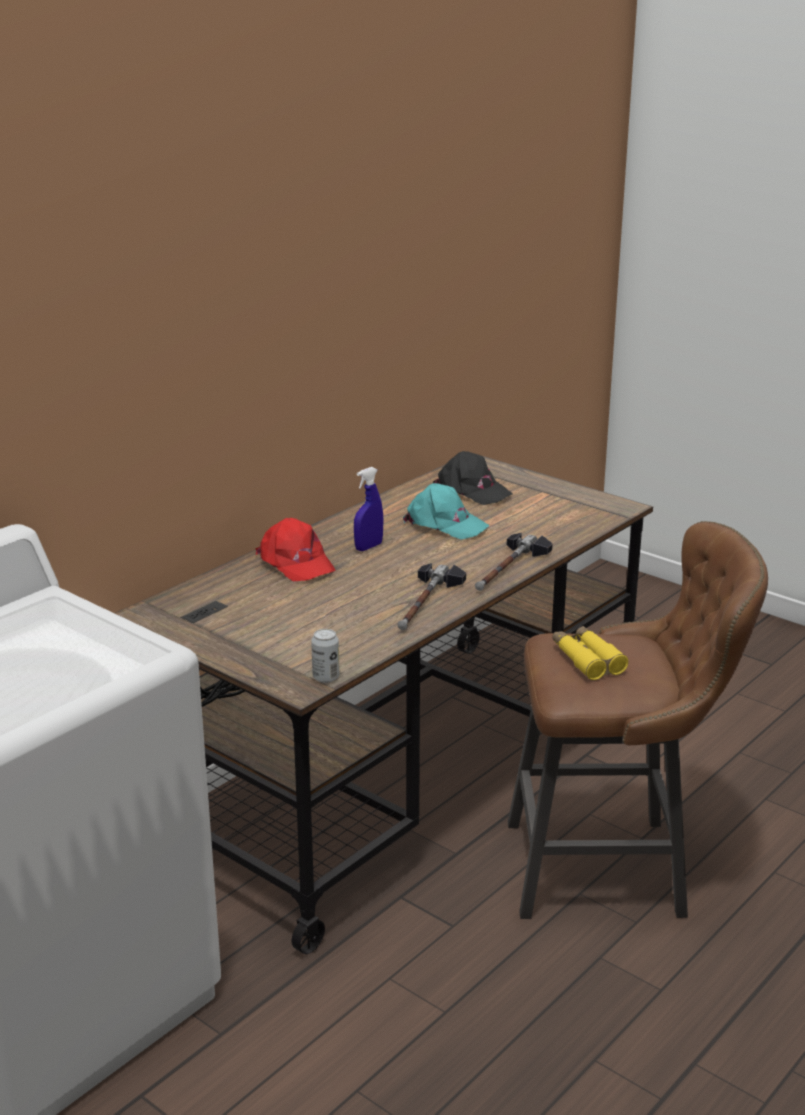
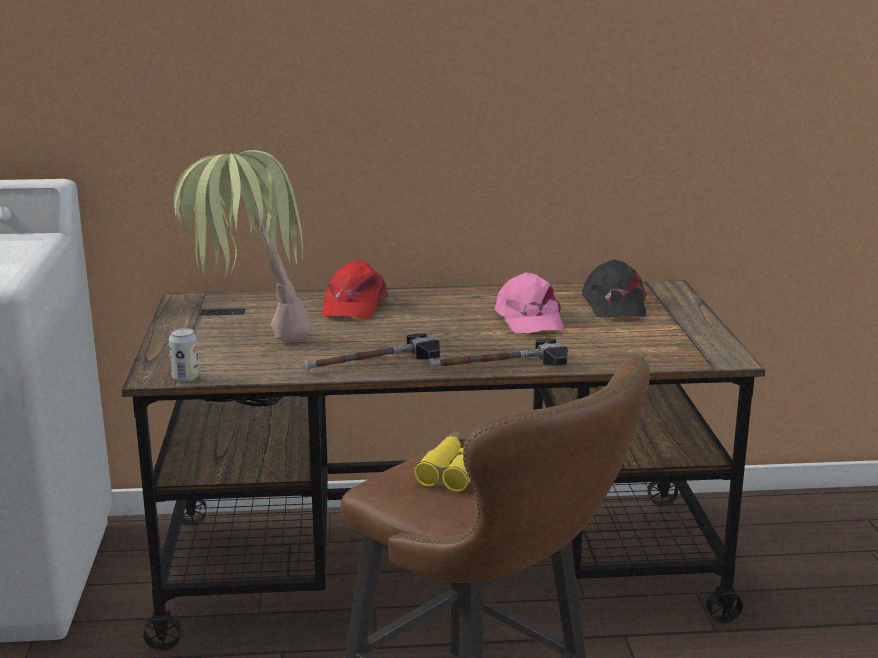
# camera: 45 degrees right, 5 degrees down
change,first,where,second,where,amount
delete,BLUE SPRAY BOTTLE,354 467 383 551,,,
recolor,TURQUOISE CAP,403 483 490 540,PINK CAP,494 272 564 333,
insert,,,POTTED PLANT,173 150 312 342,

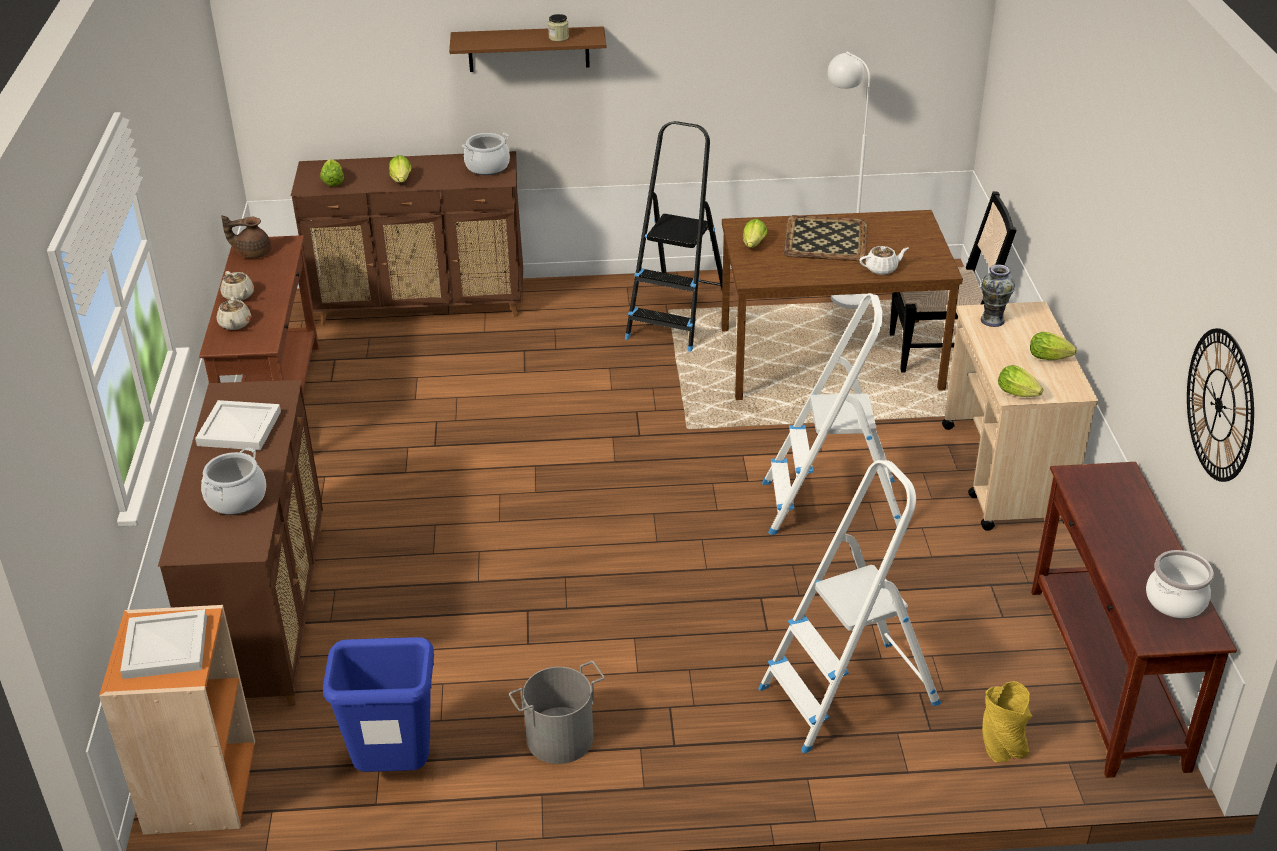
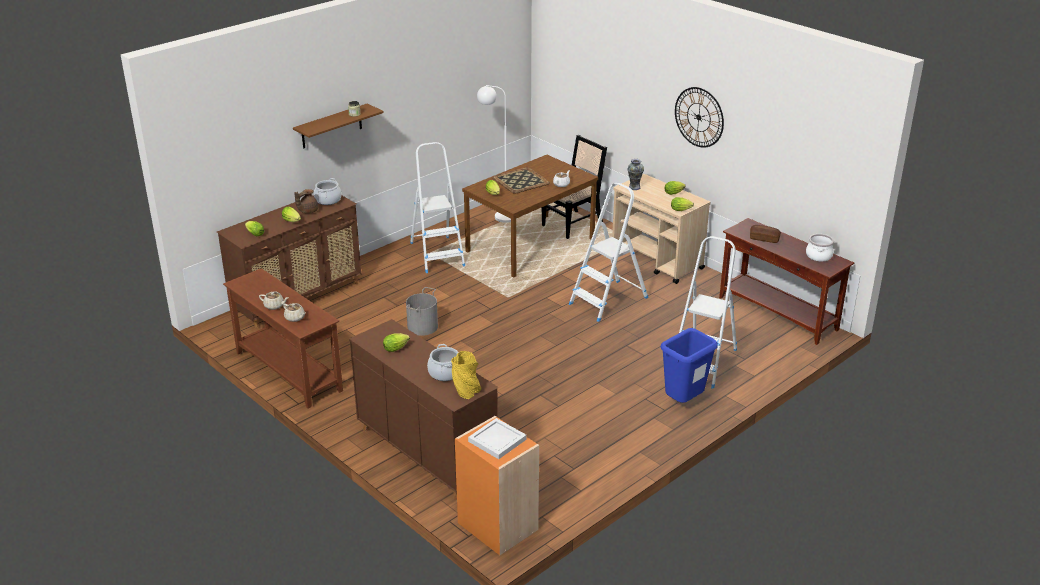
# camera: 40 degrees left, 5 degrees down
change,first,where,second,where,amount
recolor,BLACK STEP LADDER,625 121 723 352,WHITE STEP LADDER,410 142 465 273,
move,BROWN TEAPOT,221 215 271 258,,294 189 318 213,
move,WALL CLOCK,1187 328 1254 482,,675 87 724 148,
replace,WHITE TRAY,195 400 281 450,LETTUCE,383 333 410 352,
move,BLUE TRASH CAN,323 637 434 772,,661 328 718 403,
move,GREY BUCKET,509 661 605 764,,406 287 438 336,
move,YELLOW VASE,982 681 1033 762,,451 351 481 399,
insert,,,BREAD,750 225 781 243,

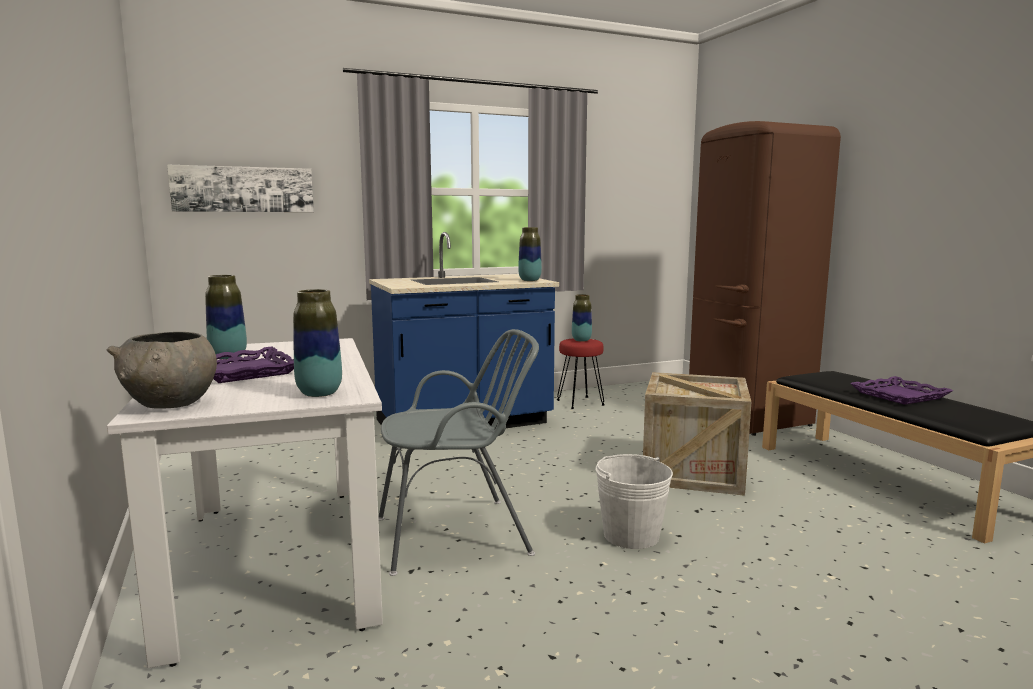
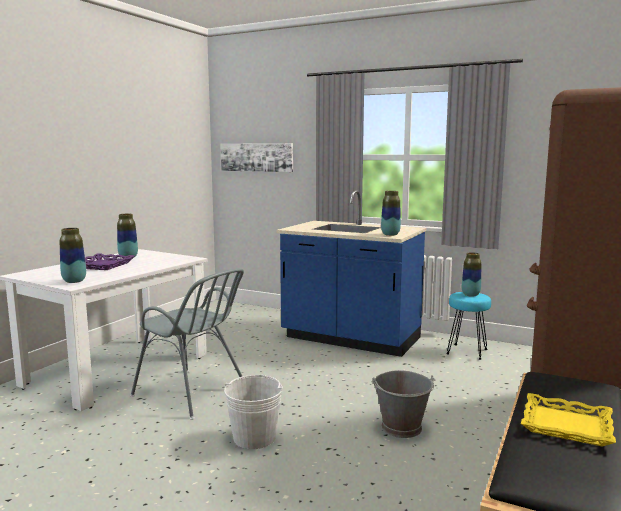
# camera: 50 degrees right, 0 degrees up
change,first,where,second,where,amount
delete,GREY BOWL,107 332 217 409,,,
recolor,RED STOOL,557 338 604 409,TURQUOISE STOOL,446 292 491 360,
replace,CRATE,643 372 751 496,GREY BUCKET,372 370 436 438,
recolor,PURPLE TRAY,850 376 953 405,YELLOW TRAY,521 393 616 447,

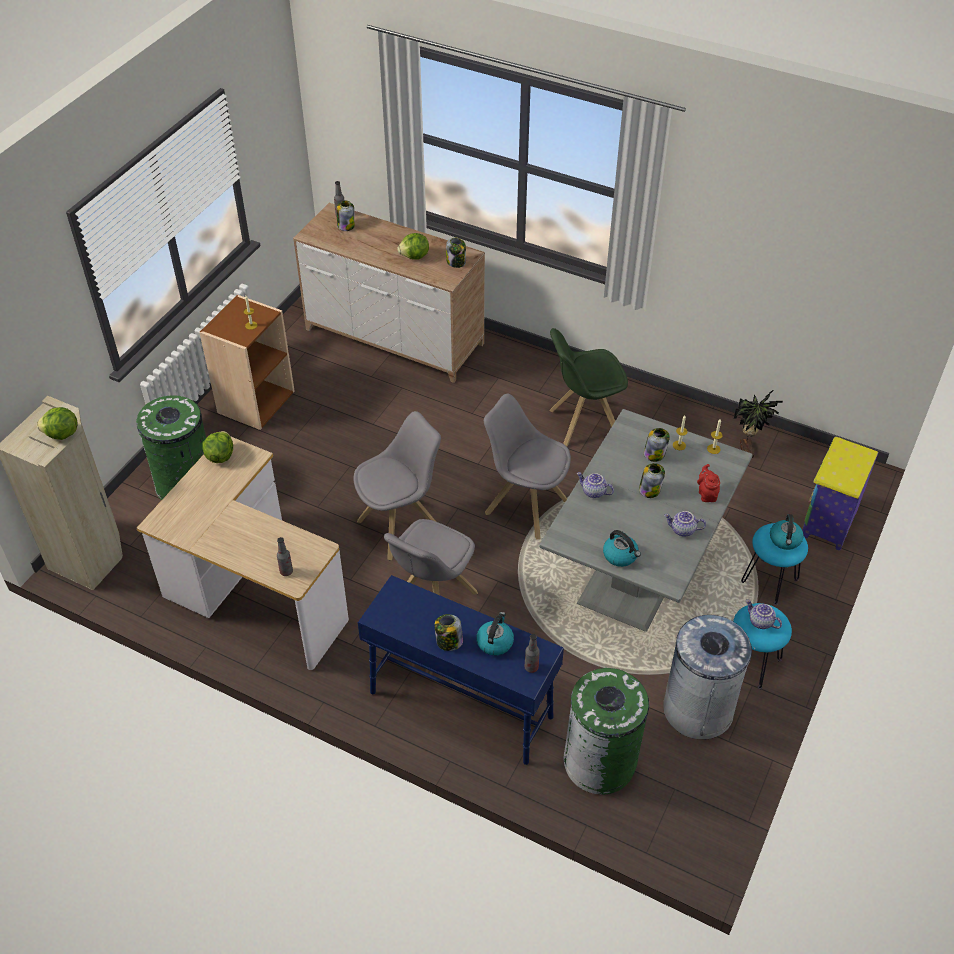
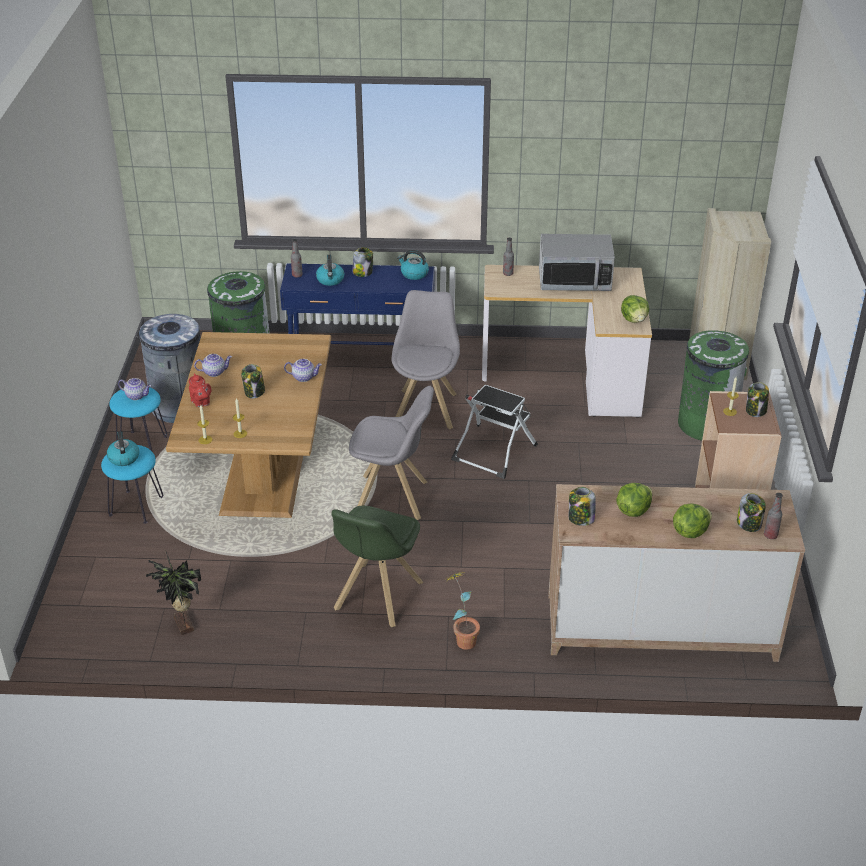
# camera: 155 degrees right, 10 degrees down
change,first,where,second,where,amount
rotate,GREEN CHAIR,549 328 628 447,,331 506 423 627,150 degrees clockwise
move,LETTUCE,37 407 78 440,,673 504 712 538,
recolor,GREY DINING TABLE,539 409 752 632,BROWN DINING TABLE,166 332 331 518,
replace,GREY CHAIR,354 411 441 560,STEP LADDER,451 385 538 479,
move,JAR,644 428 670 462,,746 382 769 417,
delete,NIGHTSTAND,802 437 879 551,,,
move,KETTLE,603 530 641 567,,397 250 429 280,
insert,,,MICROWAVE,539 234 615 291,
insert,,,POTTED PLANT,447 572 480 650,

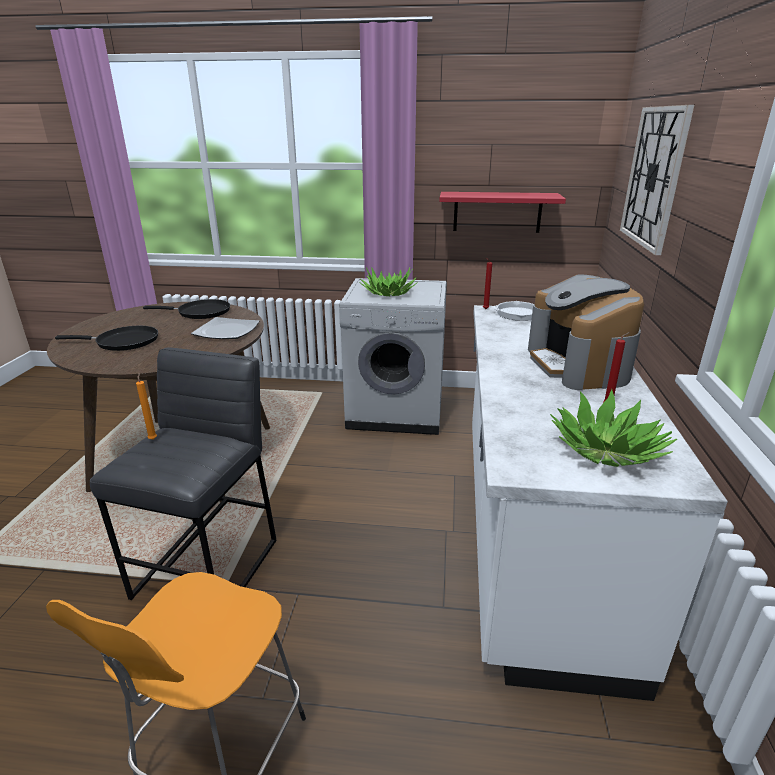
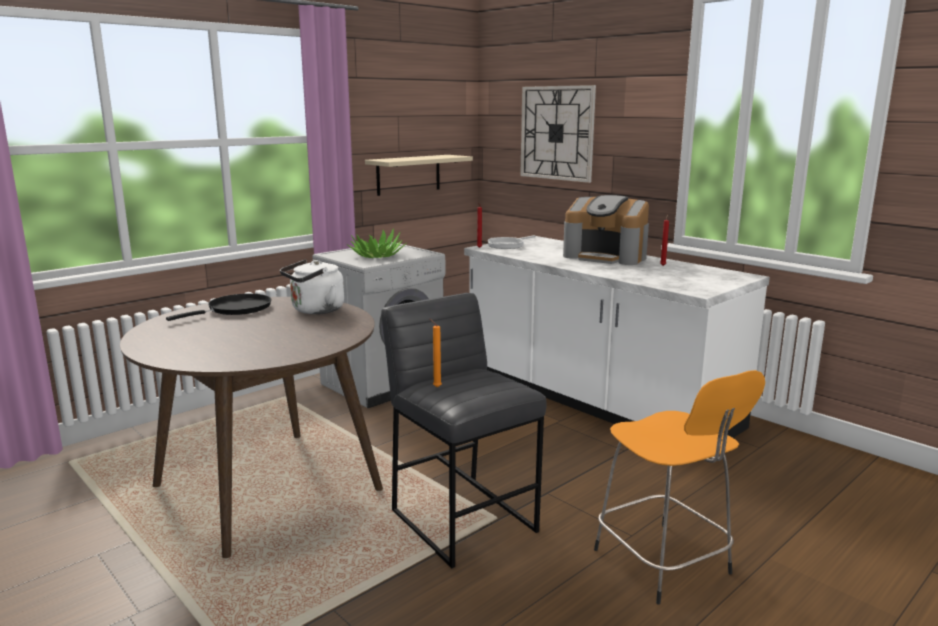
# camera: 50 degrees left, 10 degrees down
change,first,where,second,where,amount
recolor,RED SHELF,439 192 566 233,BEIGE SHELF,365 155 473 196,
replace,PLATE,191 317 260 339,WHITE KETTLE,280 259 344 314,
delete,BLACK FRYING PAN,55 326 158 351,,,
delete,POTTED PLANT,550 389 677 467,,,

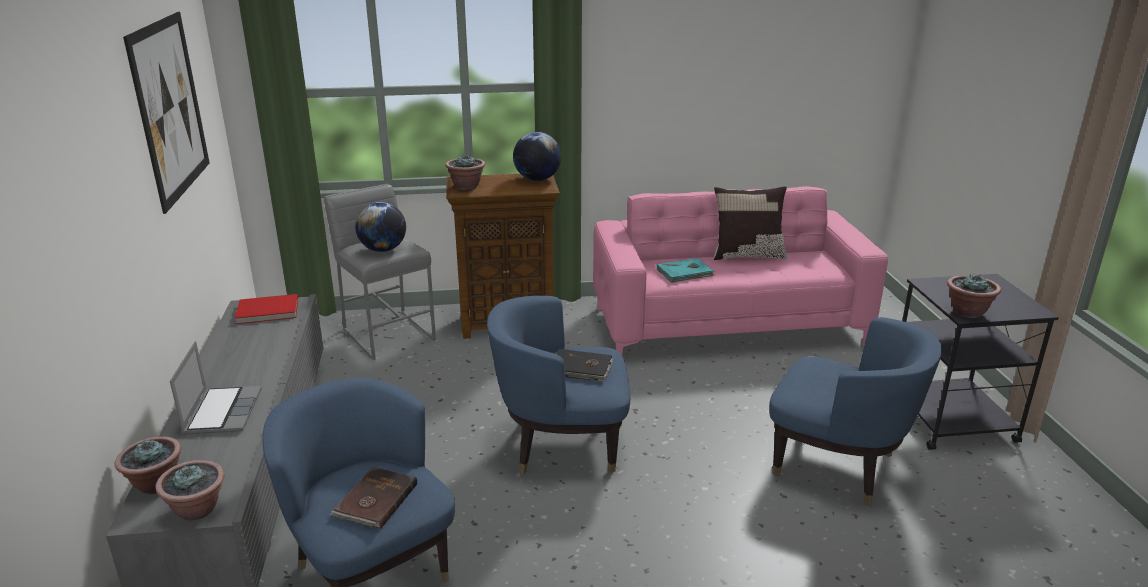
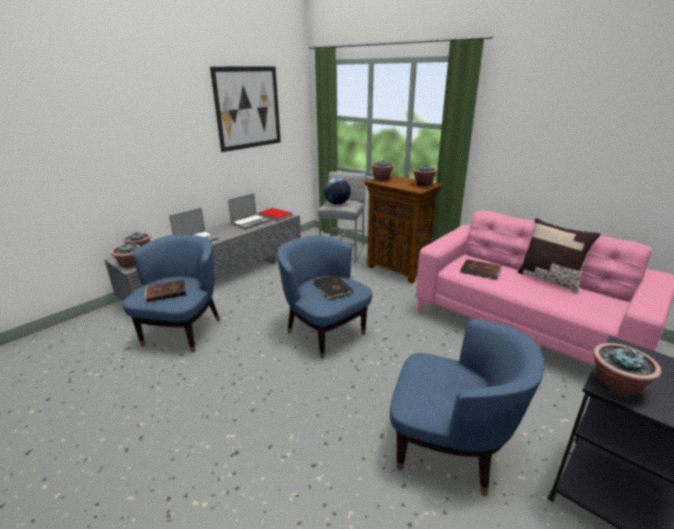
# camera: 50 degrees right, 0 degrees up
change,first,where,second,where,amount
replace,GLOBE,513 132 561 181,POTTED PLANT,412 164 438 186,
recolor,TURQUOISE BOOK,657 258 715 283,BROWN BOOK,460 259 502 280,
rotate,BLUE ARMCHAIR,769 317 942 506,,390 319 544 496,60 degrees counterclockwise
insert,,,LAPTOP,228 193 270 229,

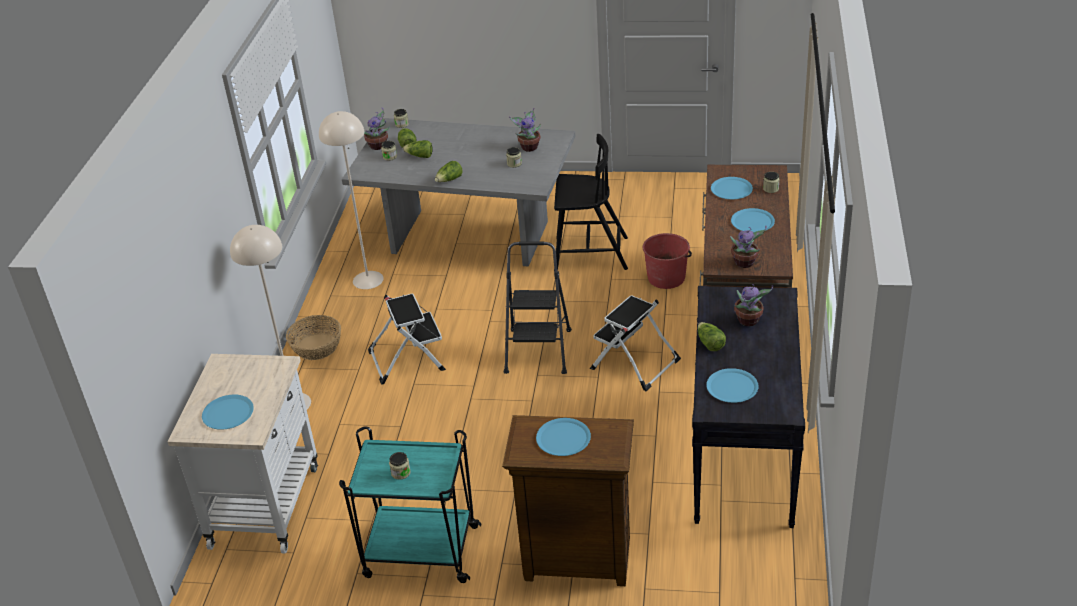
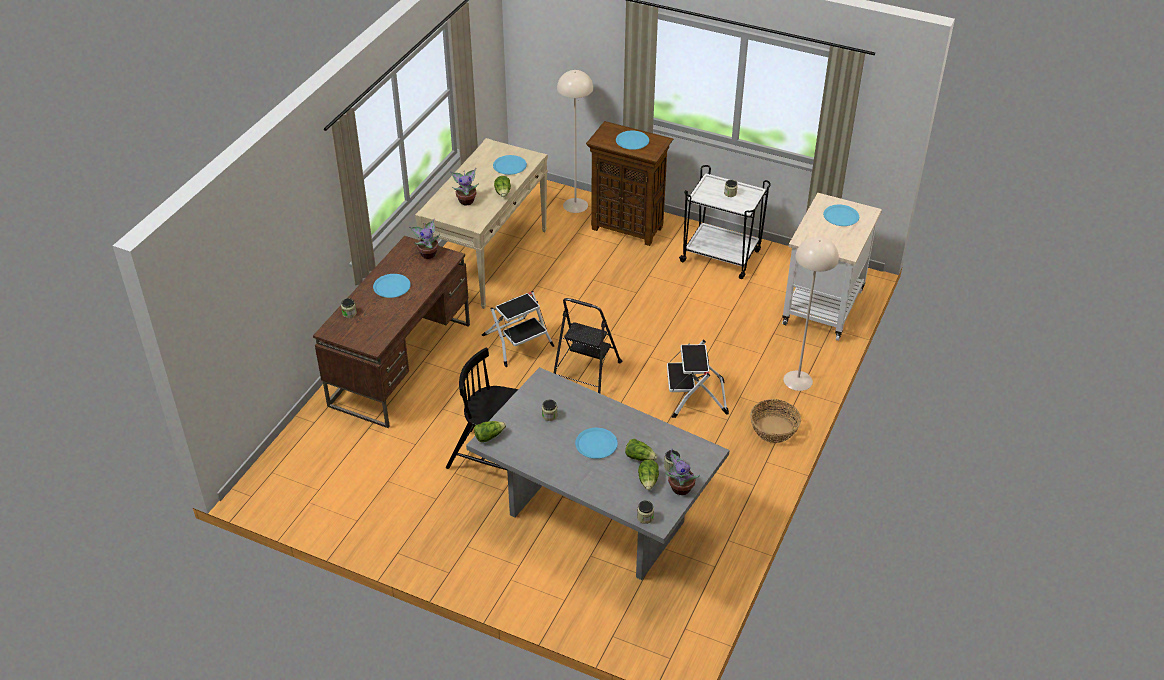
# camera: 165 degrees left, 5 degrees up
change,first,where,second,where,amount
delete,POTTED PLANT,509 108 541 152,,,
move,BEIGE FLOOR LAMP,319 111 384 289,,557 70 593 213,
move,LETTUCE,435 161 463 182,,474 421 506 442,
move,BLUE PLATE,711 177 753 199,,575 428 618 459,
delete,RED BUCKET,643 233 692 289,,,
recolor,BLACK CONSOLE TABLE,692 286 805 528,BEIGE CONSOLE TABLE,415 138 548 309,
recolor,TURQUOISE CART,339 426 481 583,WHITE CART,678 165 771 279,

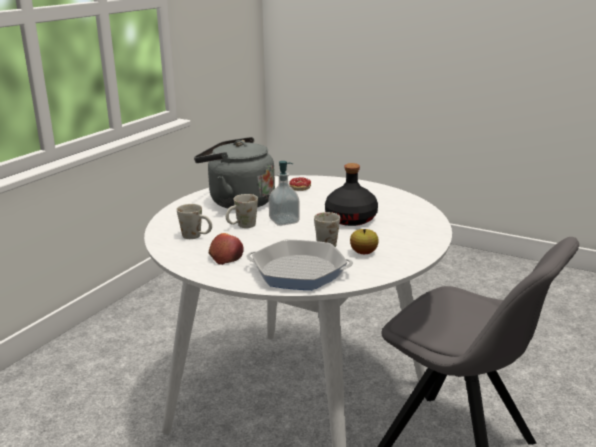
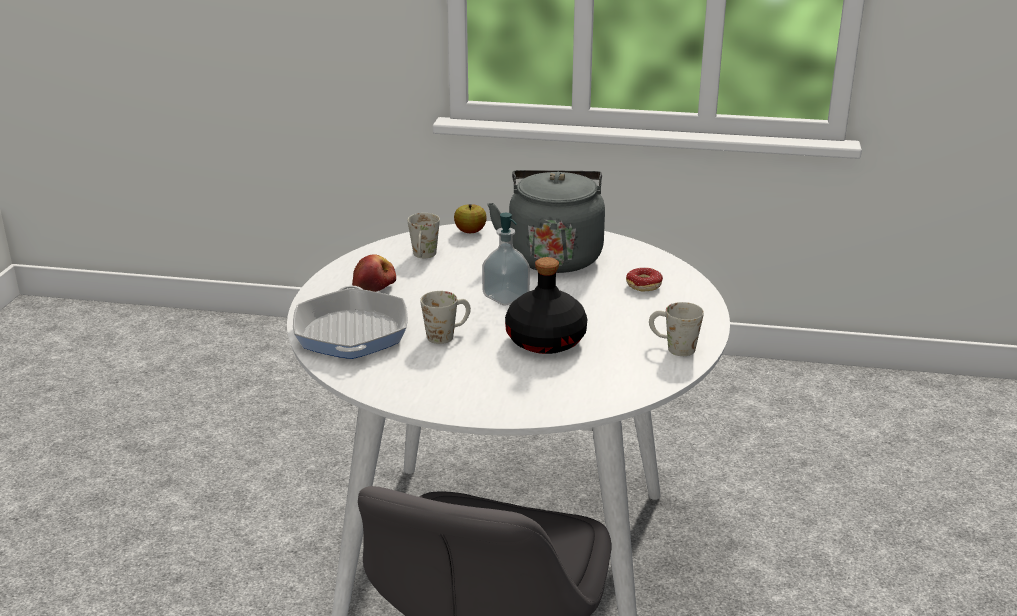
# camera: 70 degrees right, 5 degrees up
change,first,where,second,where,amount
move,WHITE MUG,226 194 258 228,,649 302 704 356,
move,APPLE,350 229 379 254,,454 204 487 233,

